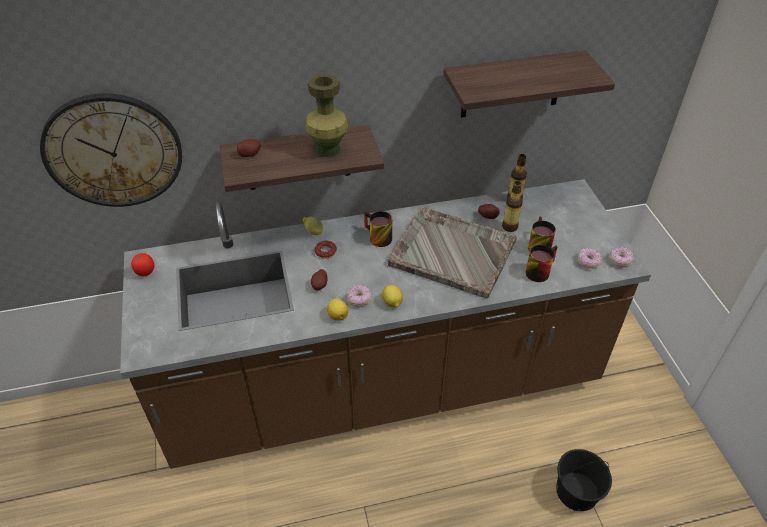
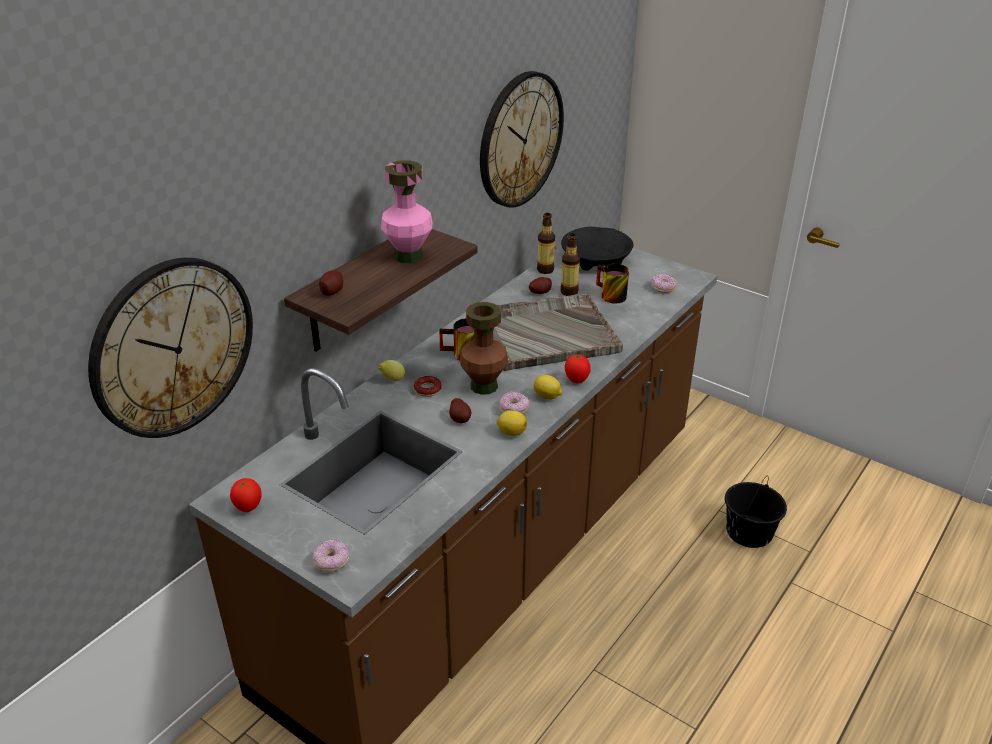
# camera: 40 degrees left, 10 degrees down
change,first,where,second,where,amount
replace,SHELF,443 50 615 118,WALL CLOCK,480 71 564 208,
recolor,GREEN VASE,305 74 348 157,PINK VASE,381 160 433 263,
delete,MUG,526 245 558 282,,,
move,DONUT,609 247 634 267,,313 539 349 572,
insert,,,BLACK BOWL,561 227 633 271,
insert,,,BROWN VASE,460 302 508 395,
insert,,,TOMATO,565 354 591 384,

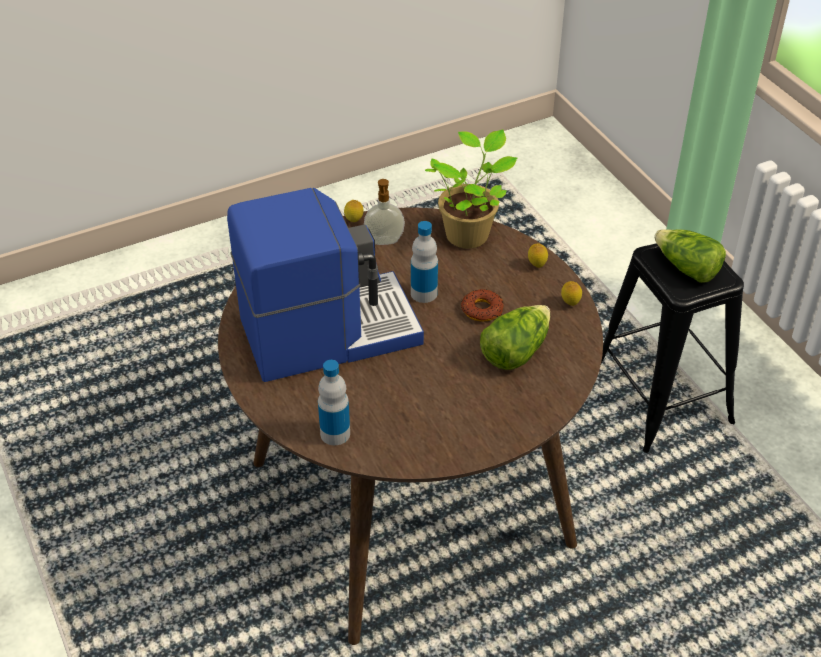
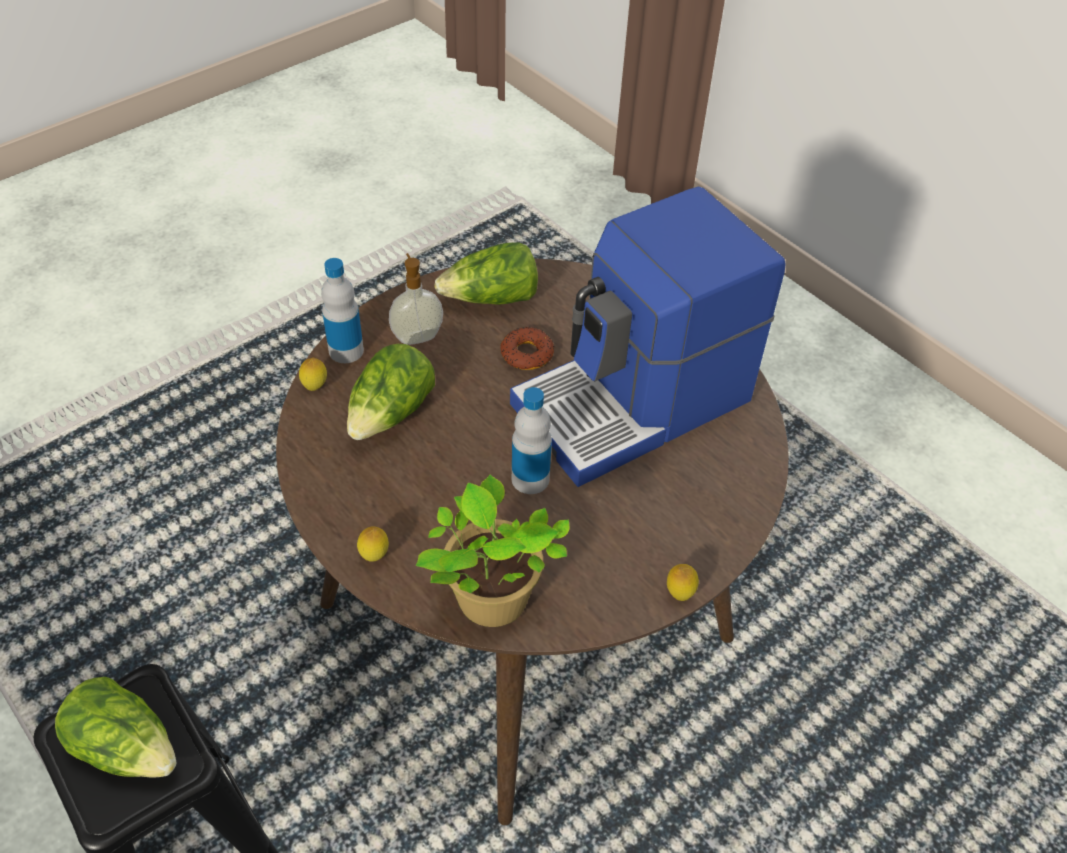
# camera: 165 degrees right, 5 degrees up
change,first,where,second,where,amount
move,SOAP DISPENSER,364 179 405 245,,389 253 443 345,
move,LEMON,561 281 582 306,,299 358 327 391,
move,DONUT,461 289 503 322,,500 327 554 370,
move,BOTTLE,318 360 350 445,,321 258 364 363,
insert,,,LETTUCE,434 242 538 305,

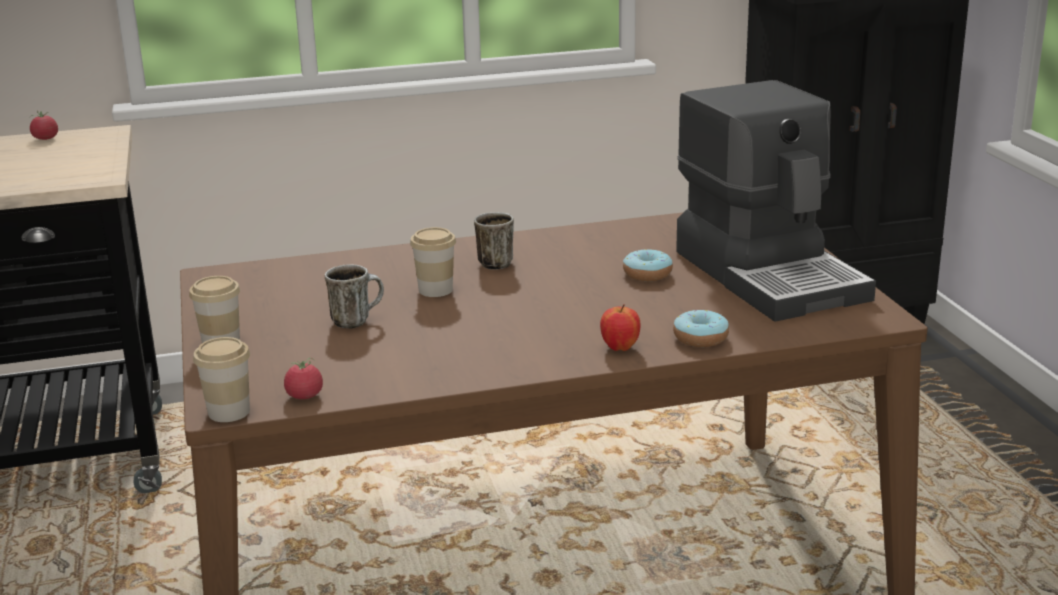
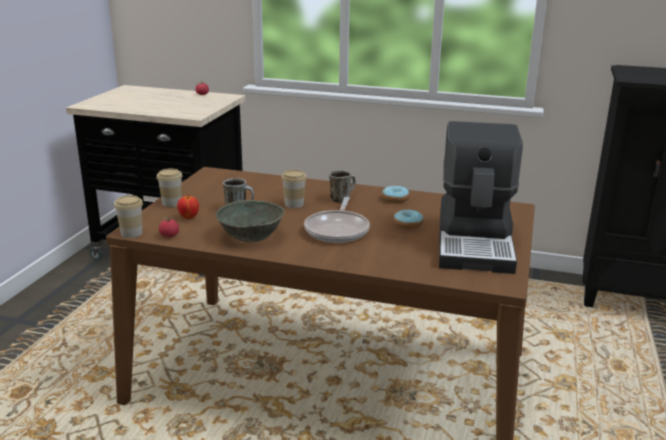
# camera: 30 degrees right, 0 degrees up
change,first,where,second,where,amount
move,APPLE,600 304 641 351,,177 195 199 219,
move,DONUT,673 310 729 347,,382 186 409 203,
insert,,,FRYING PAN,304 197 370 243,
insert,,,GREY BOWL,216 200 285 242,

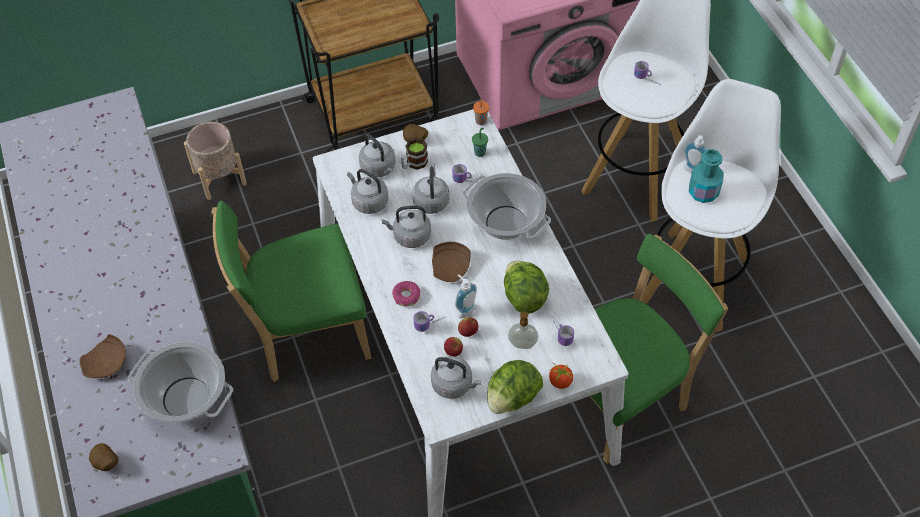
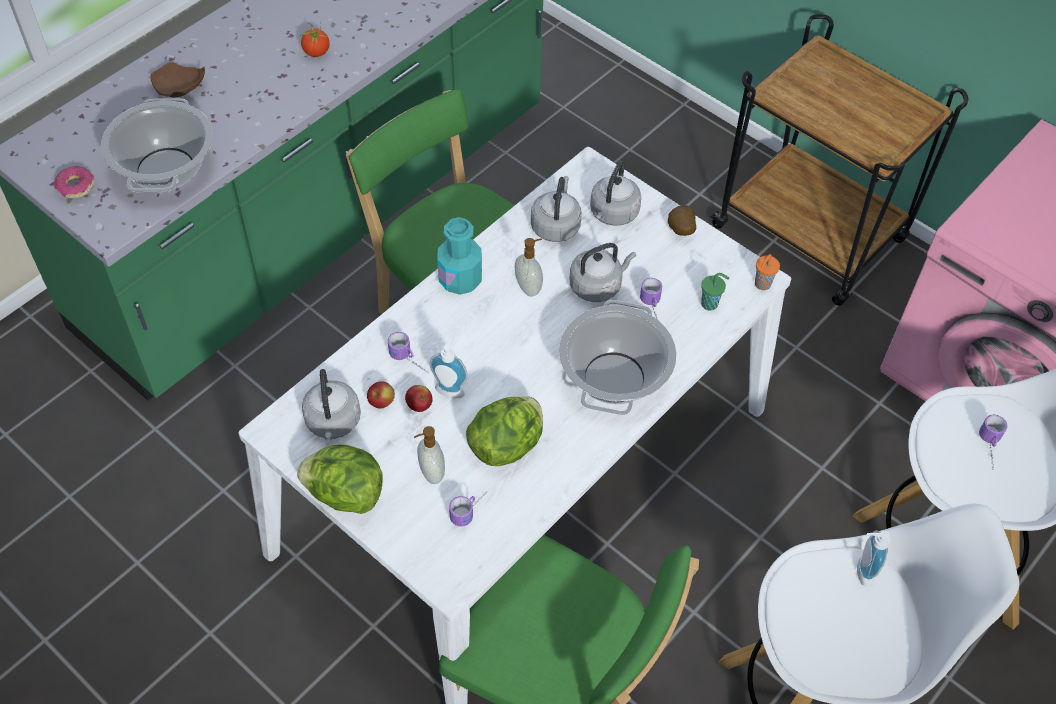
# camera: 60 degrees right, 0 degrees up
change,first,where,second,where,amount
delete,BEIGE PLANTER,184 122 247 200,,,
delete,MUG,401 138 428 170,,,
move,TURQUOISE BOTTLE,689 149 724 203,,437 217 482 295,
replace,GREY KETTLE,382 206 431 248,SOAP DISPENSER,515 238 543 297,
delete,BROWN PLATE,432 242 471 282,,,
move,DONUT,392 281 420 307,,54 166 94 198,
move,TOMATO,549 362 573 389,,301 22 330 57,
delete,POTATO,89 443 118 471,,,

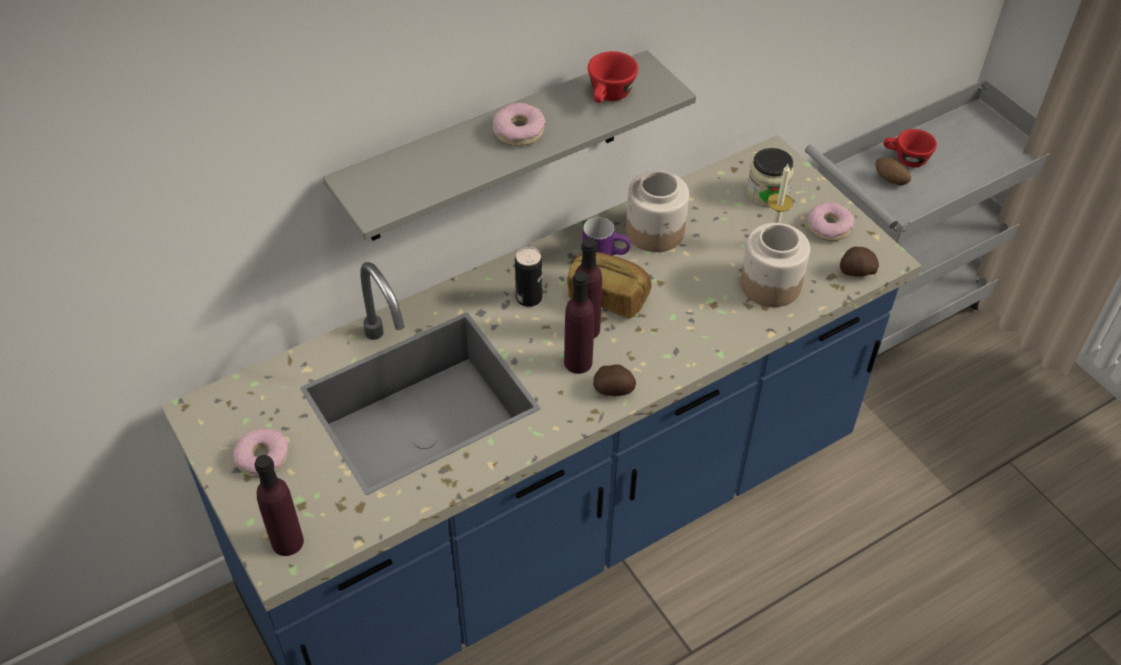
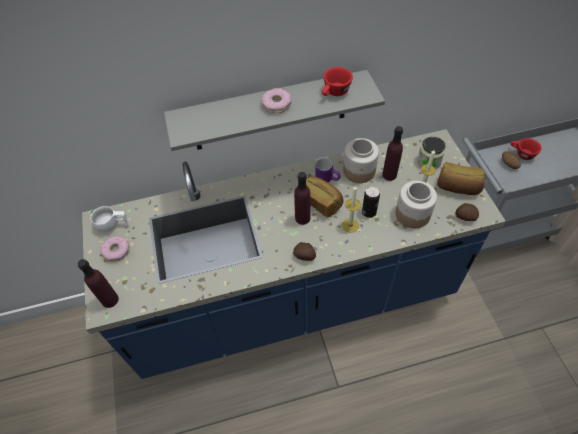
# camera: 20 degrees right, 5 degrees up
change,first,where,second,where,amount
replace,DONUT,808 202 854 241,BREAD,437 162 485 195,
move,CAN,515 247 542 307,,362 186 380 218,
move,PURPLE BOTTLE,564 271 594 374,,382 126 403 181,
insert,,,CANDLE,342 185 361 233,
insert,,,WHITE CUP,90 206 129 233,

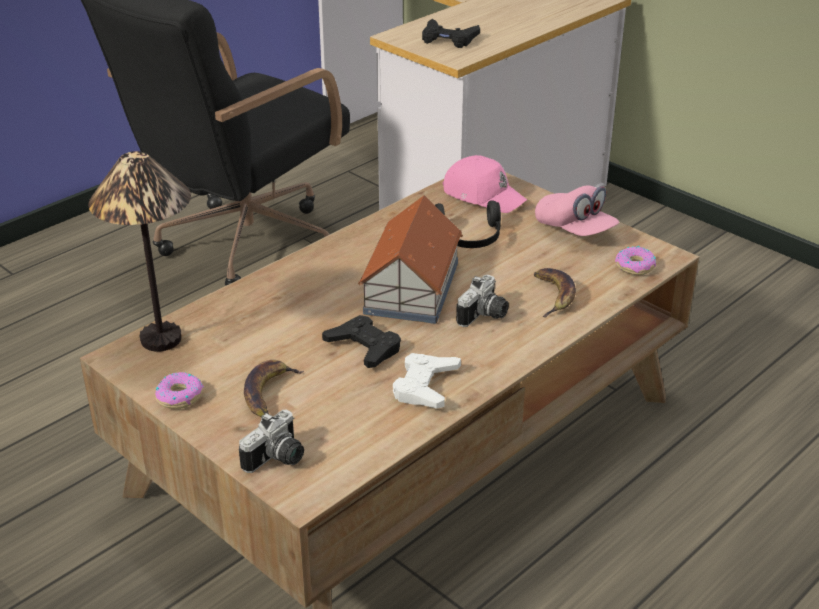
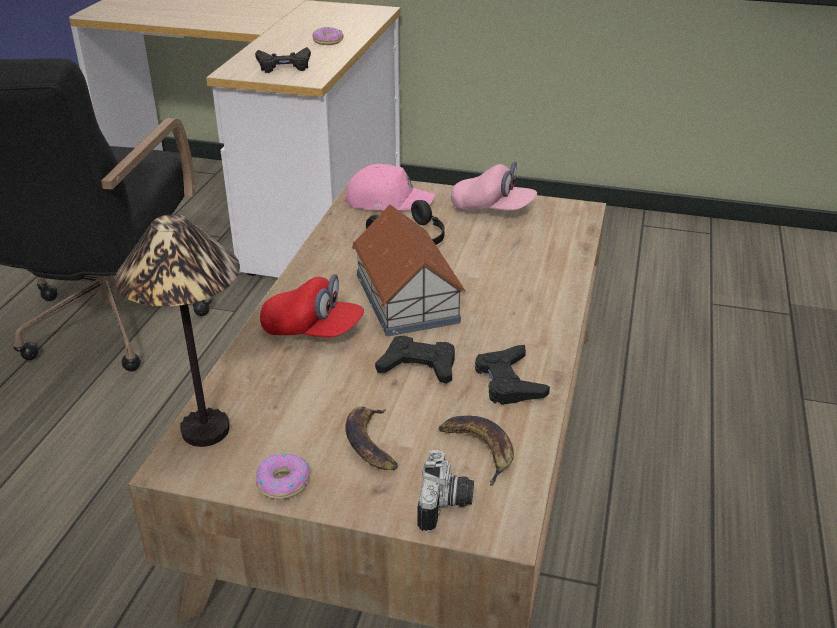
# camera: 30 degrees left, 0 degrees up
change,first,where,second,where,amount
move,DONUT,615 246 656 275,,312 27 344 45,
move,BANANA,534 268 576 317,,438 415 514 486,
delete,PHOTO CAMERA,456 275 509 327,,,
recolor,WHITE GAME CONTROLLER,393 353 461 409,BLACK GAME CONTROLLER,475 345 550 405,
insert,,,RED CAP,260 274 364 338,

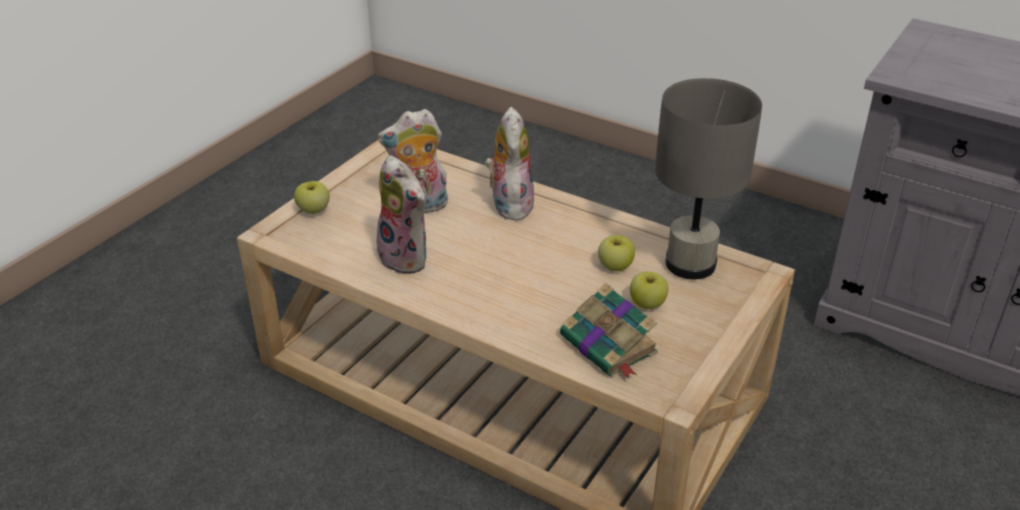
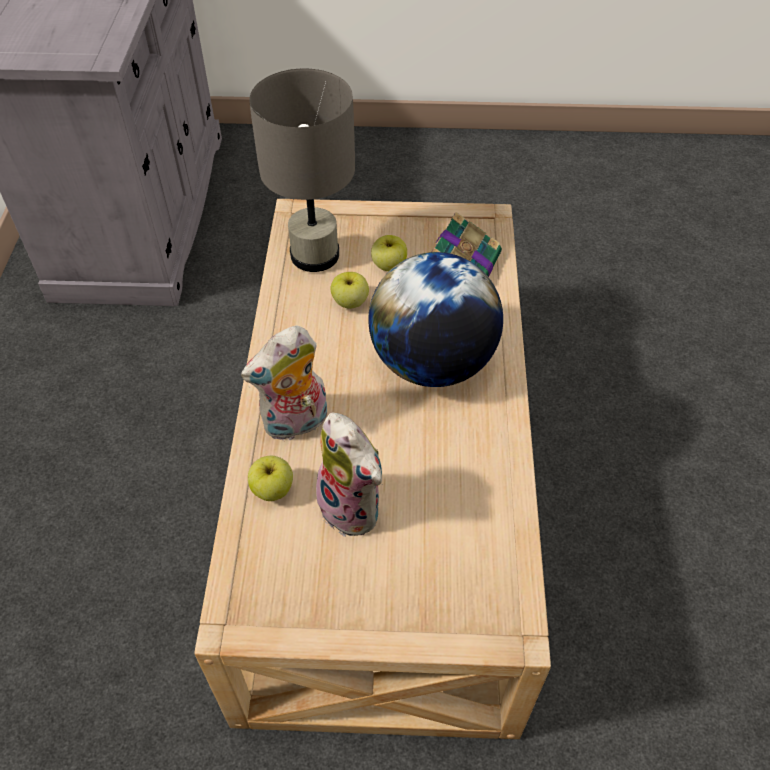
# camera: 120 degrees left, 15 degrees up
change,first,where,second,where,amount
delete,PLUSH TOY,377 155 426 275,,,
move,APPLE,294 181 330 214,,248 456 293 501,
insert,,,GLOBE,368 252 503 387,

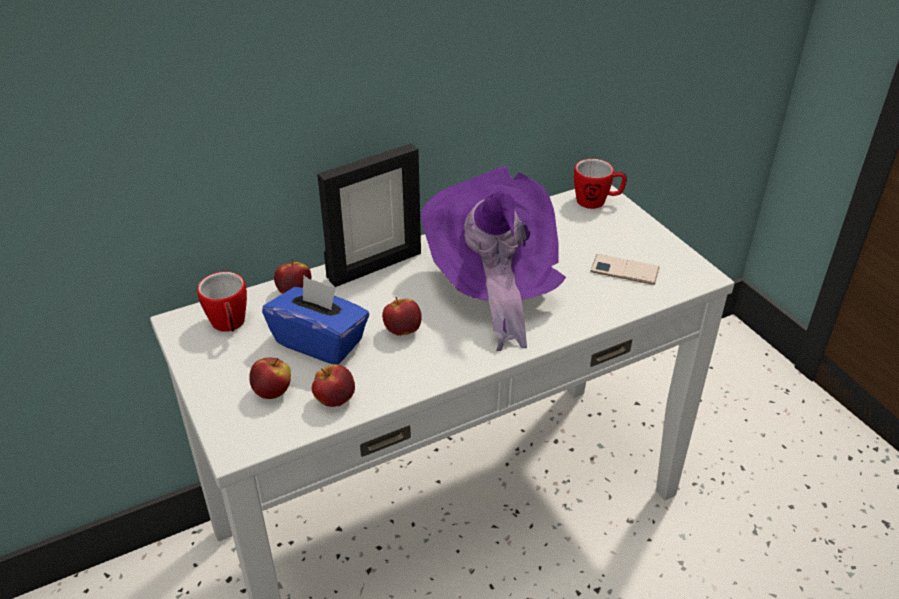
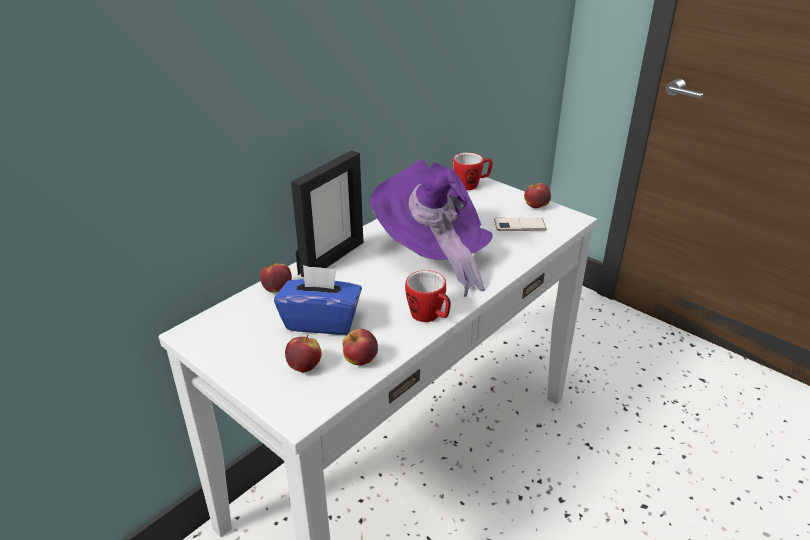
# camera: 20 degrees left, 5 degrees down
change,first,where,second,where,amount
move,MUG,197 272 247 332,,405 270 451 322,
move,APPLE,382 297 422 336,,524 183 551 208,

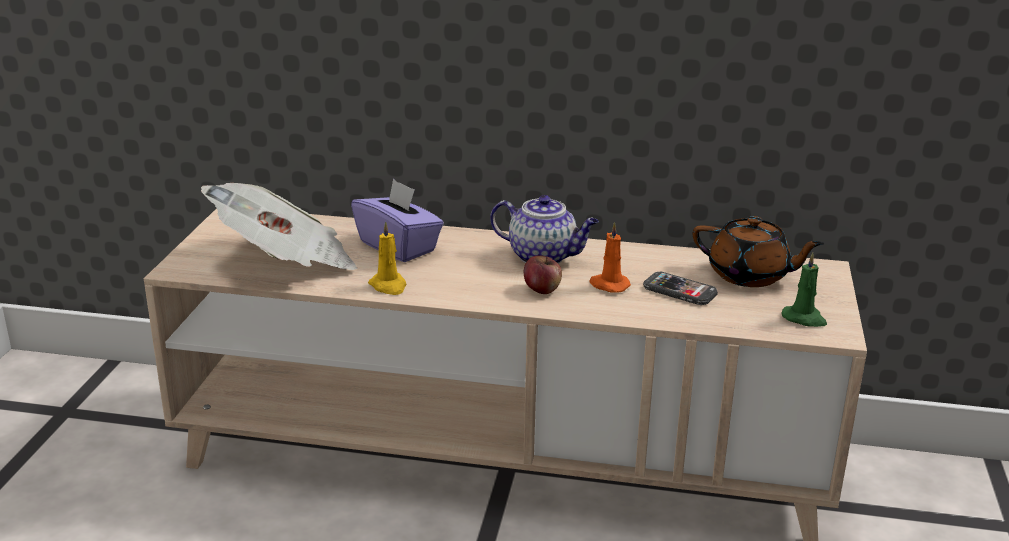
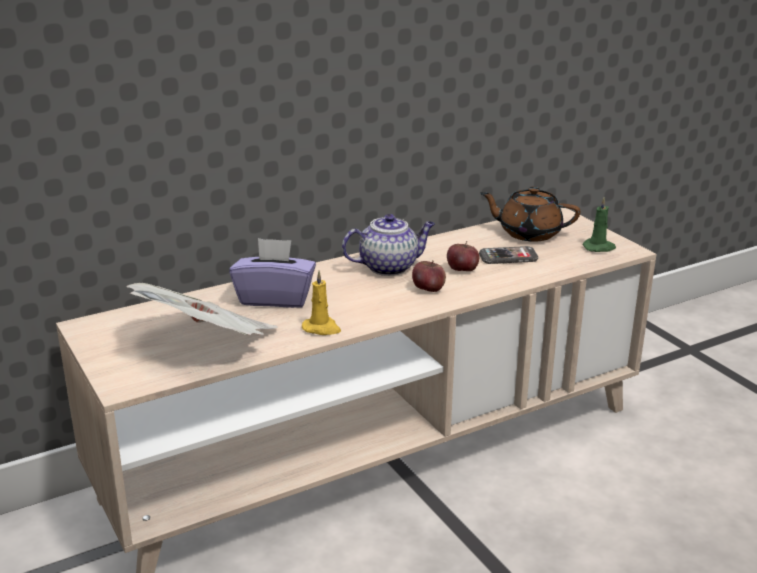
# camera: 40 degrees left, 0 degrees up
change,first,where,second,where,amount
rotate,BROWN TEAPOT,693 216 824 287,,480 187 581 242,150 degrees counterclockwise
replace,ORANGE CANDLE,589 222 631 293,APPLE,447 241 479 271,

